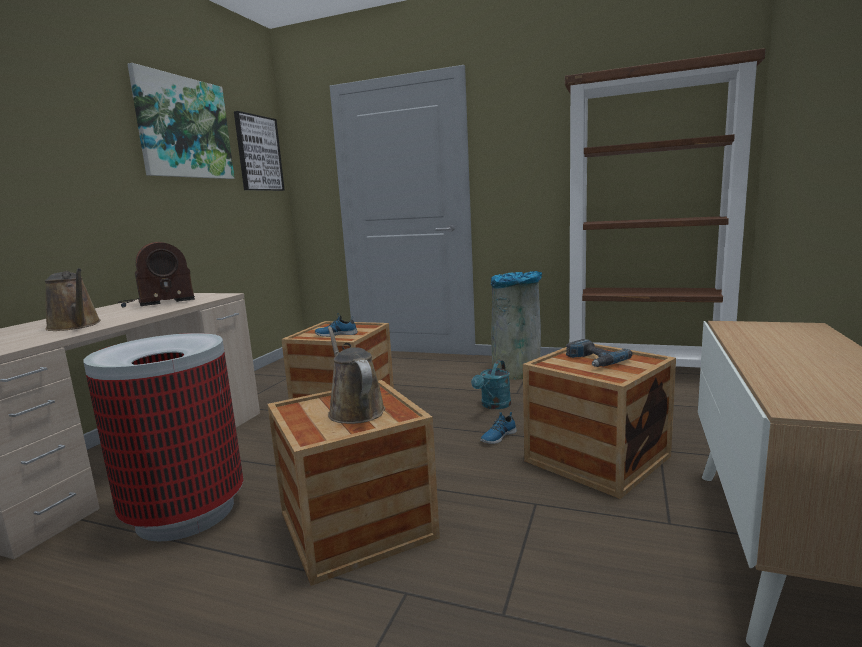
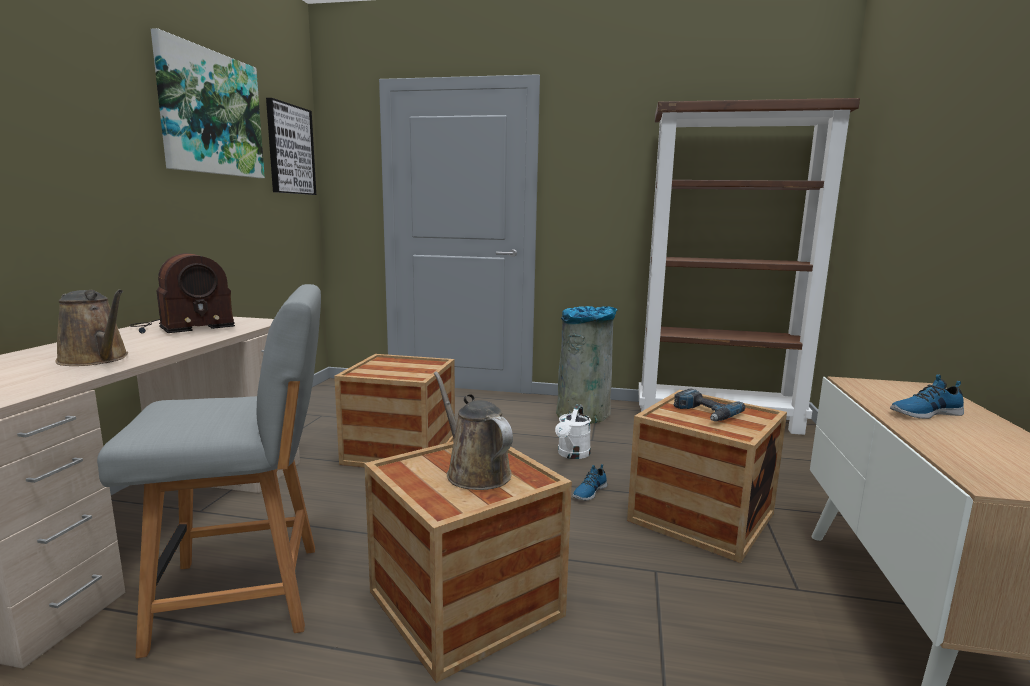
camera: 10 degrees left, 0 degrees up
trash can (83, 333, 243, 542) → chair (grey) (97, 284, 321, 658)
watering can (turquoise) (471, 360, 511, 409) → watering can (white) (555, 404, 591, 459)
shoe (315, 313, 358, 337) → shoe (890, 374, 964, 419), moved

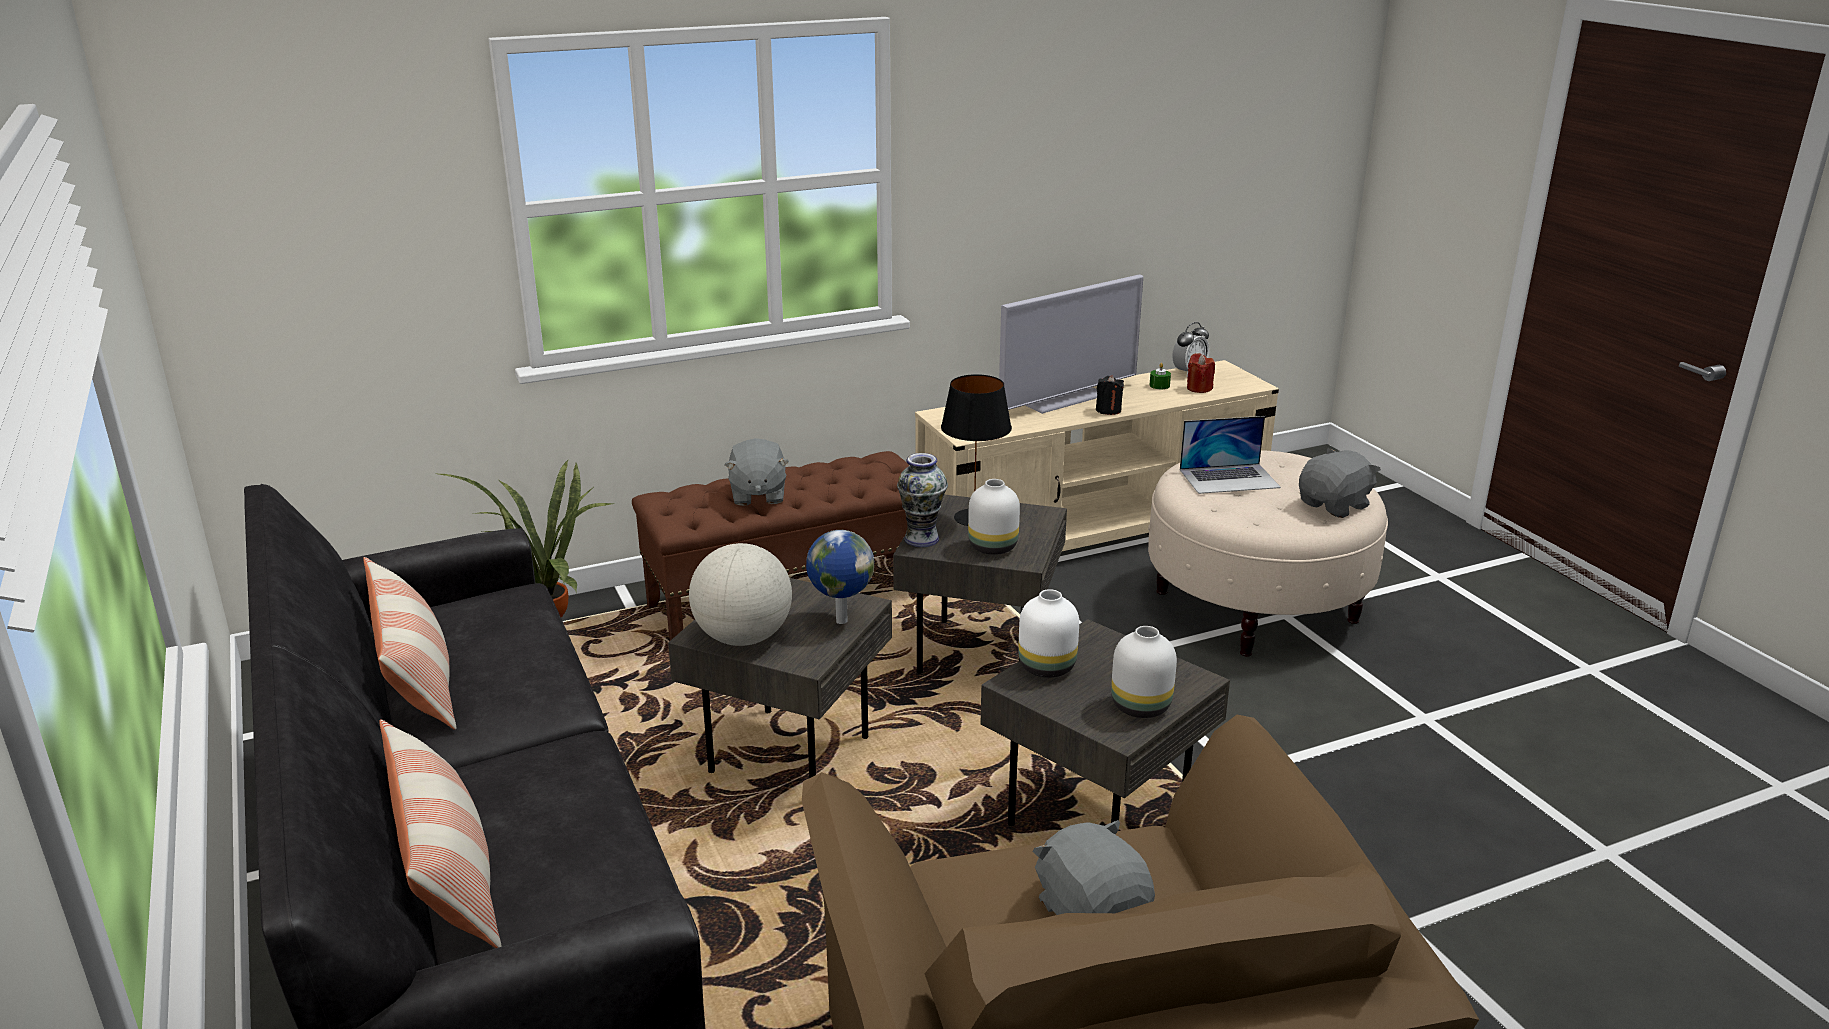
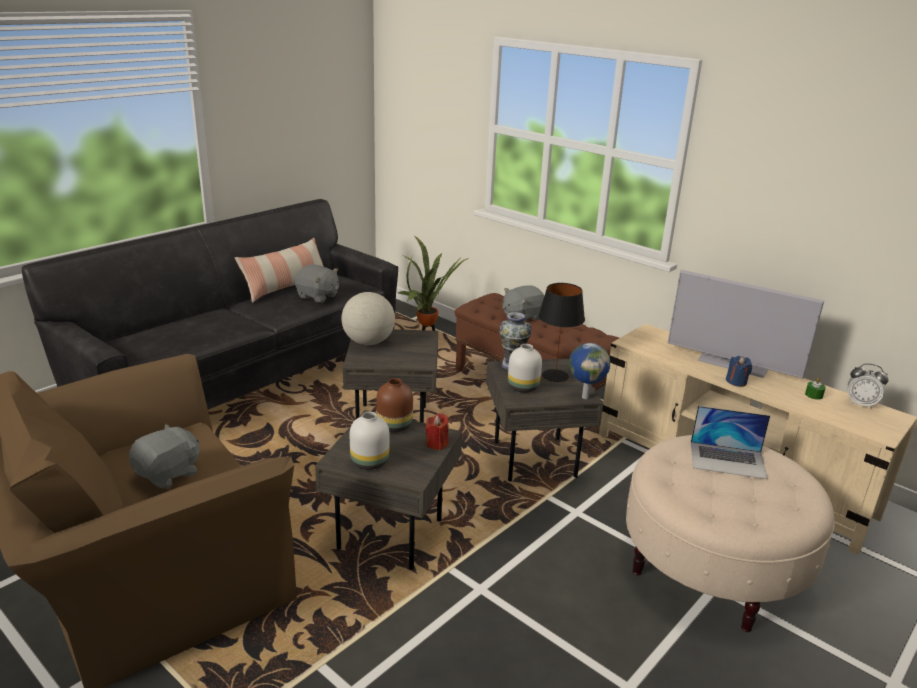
camera: 65 degrees right, 0 degrees up
plush toy (grey) (1299, 448, 1381, 518) → plush toy (grey) (295, 264, 339, 303), moved
vase (white) (1018, 589, 1079, 678) → vase (brown) (376, 378, 413, 432)
candle (red) (1187, 353, 1215, 393) → candle (red) (425, 413, 449, 450), moved
globe (806, 530, 874, 624) → globe (569, 343, 610, 399), moved
laptop (1180, 416, 1281, 494) → laptop (691, 406, 770, 479), 45 degrees counterclockwise
candle (black) (1096, 375, 1124, 415) → candle (blue) (726, 356, 752, 387)
pillow (379, 719, 502, 948) → -

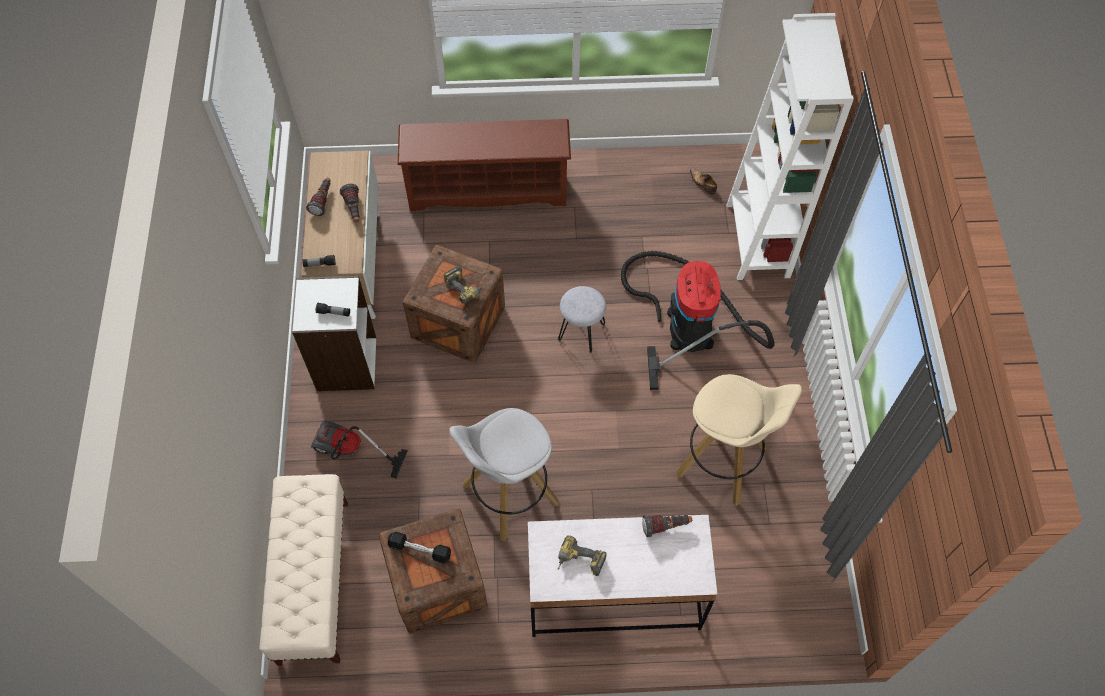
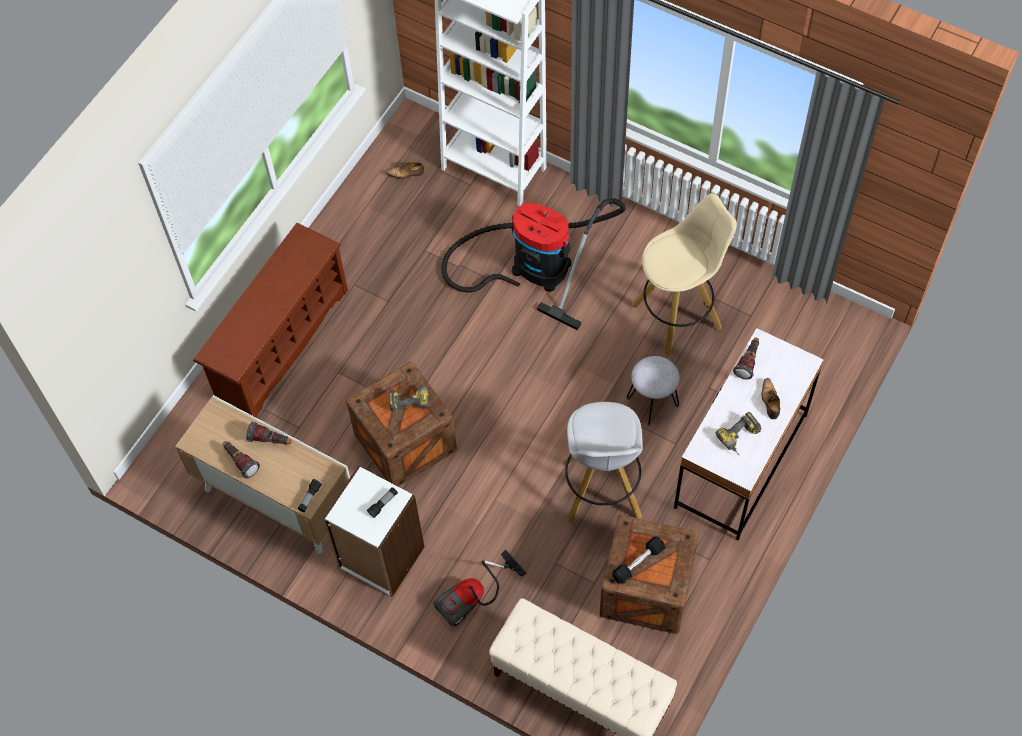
camera: 55 degrees left, 0 degrees up
stool (grey) (558, 286, 606, 353) → stool (grey) (627, 356, 680, 426), moved
- → shoe (761, 378, 780, 419)

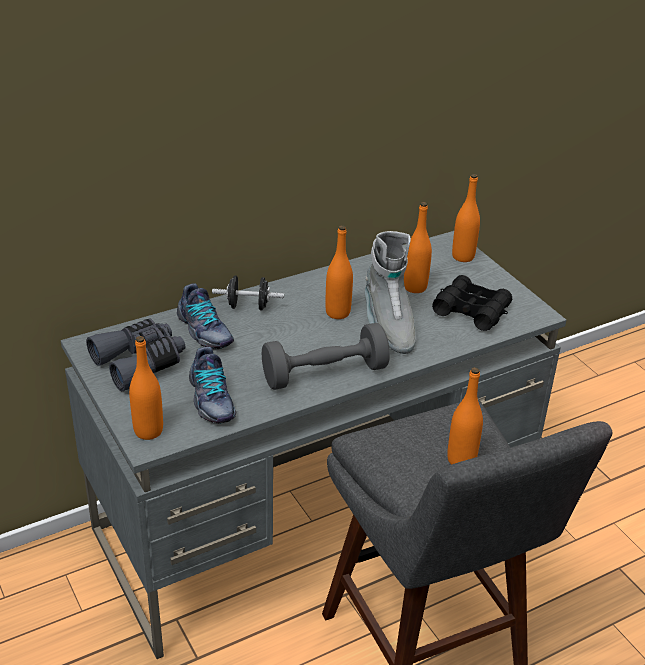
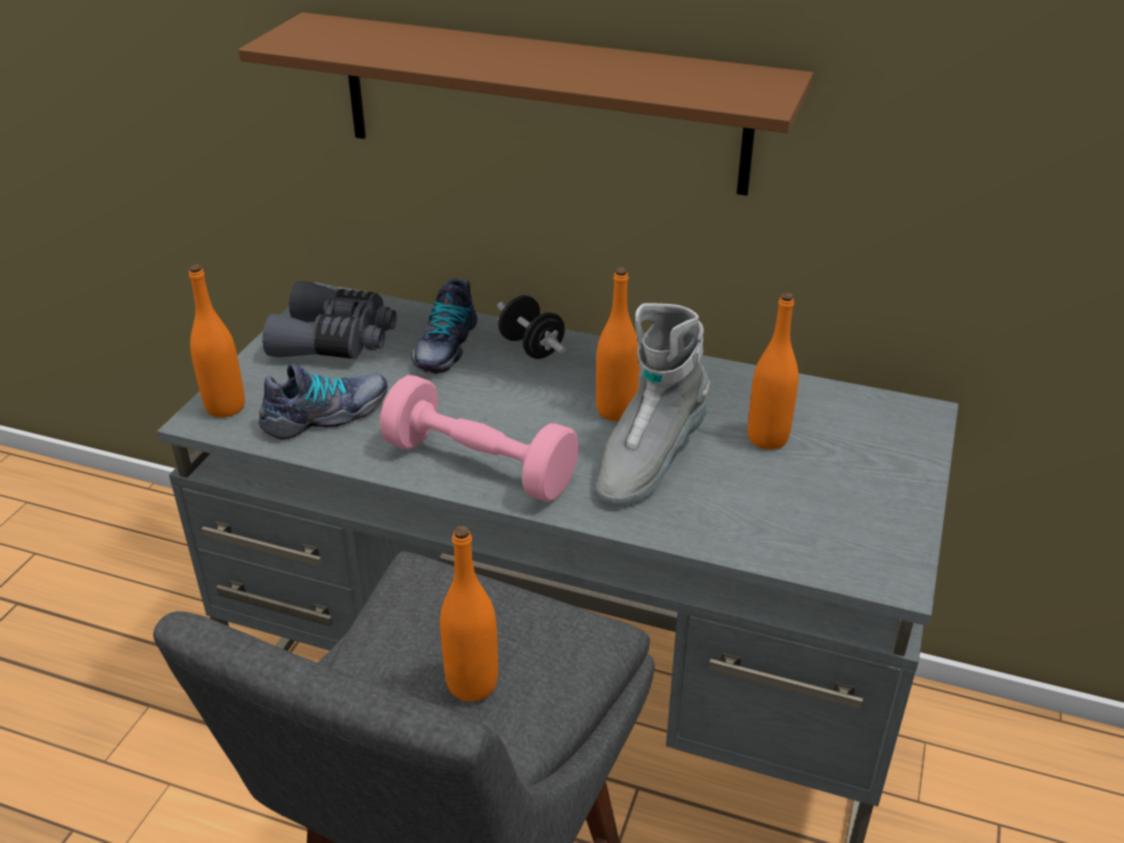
camera: 50 degrees right, 0 degrees up
- → shelf (brown) (238, 12, 814, 196)
shoe (189, 347, 236, 424) → shoe (259, 363, 387, 440), 150 degrees counterclockwise
dumbbell (grey) (262, 323, 390, 390) → dumbbell (pink) (380, 375, 579, 502)
binoculars (black) (432, 275, 512, 331) → -
bottle (orange) (452, 174, 480, 262) → -

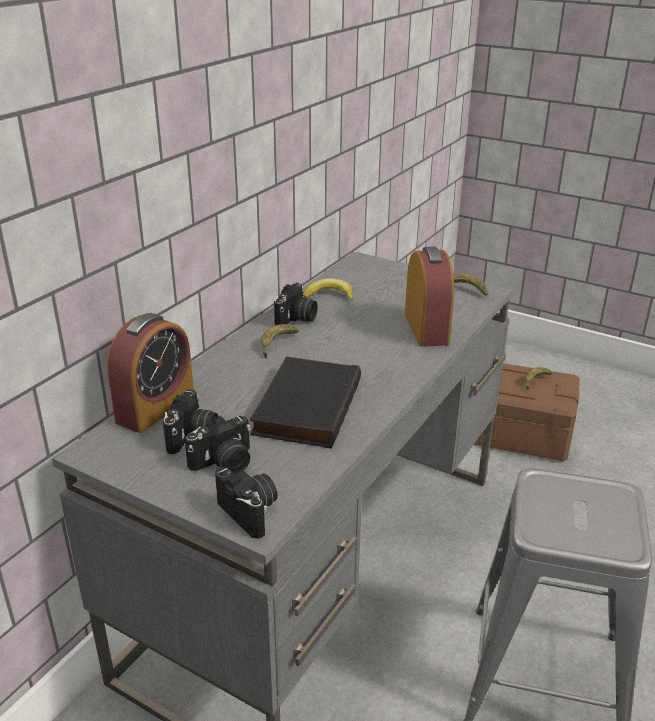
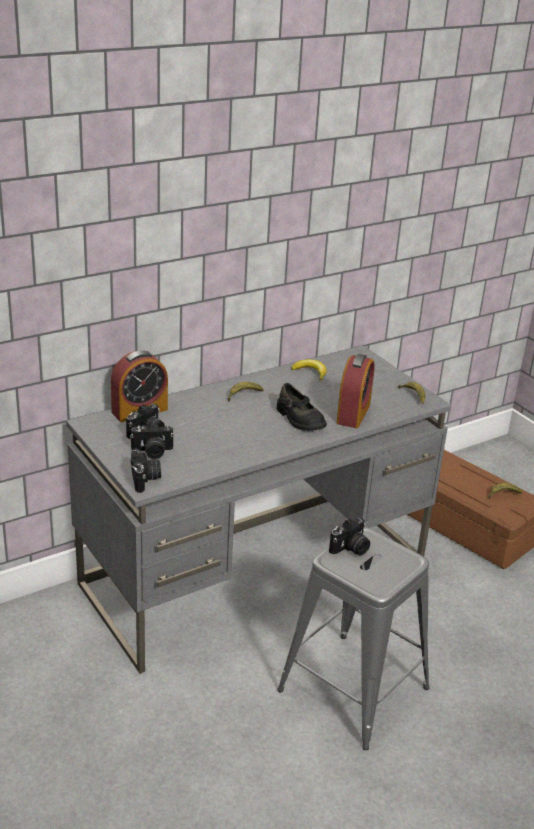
camera: 25 degrees right, 0 degrees up
- → shoe (black) (277, 383, 327, 431)
photo camera (274, 283, 317, 325) → photo camera (329, 518, 370, 556), moved
book (black) (250, 356, 361, 448) → -

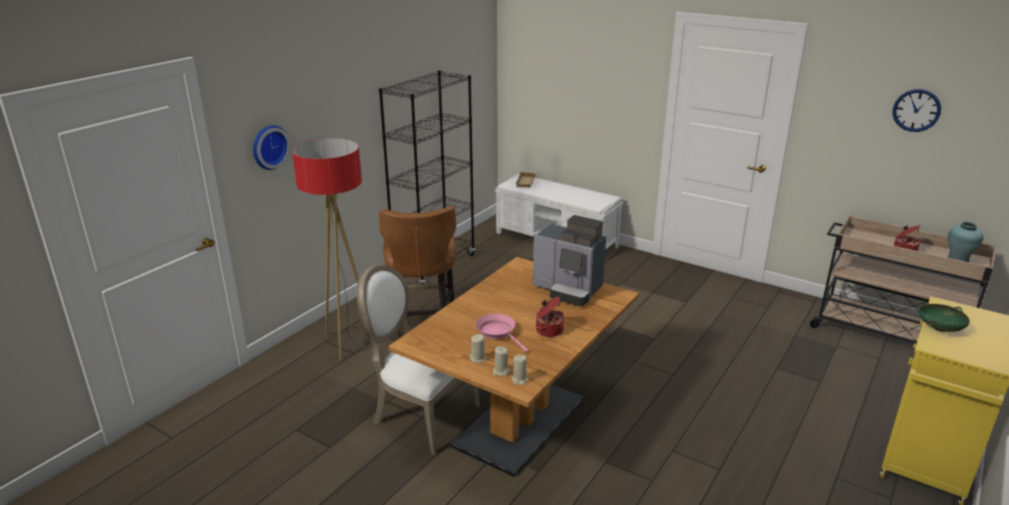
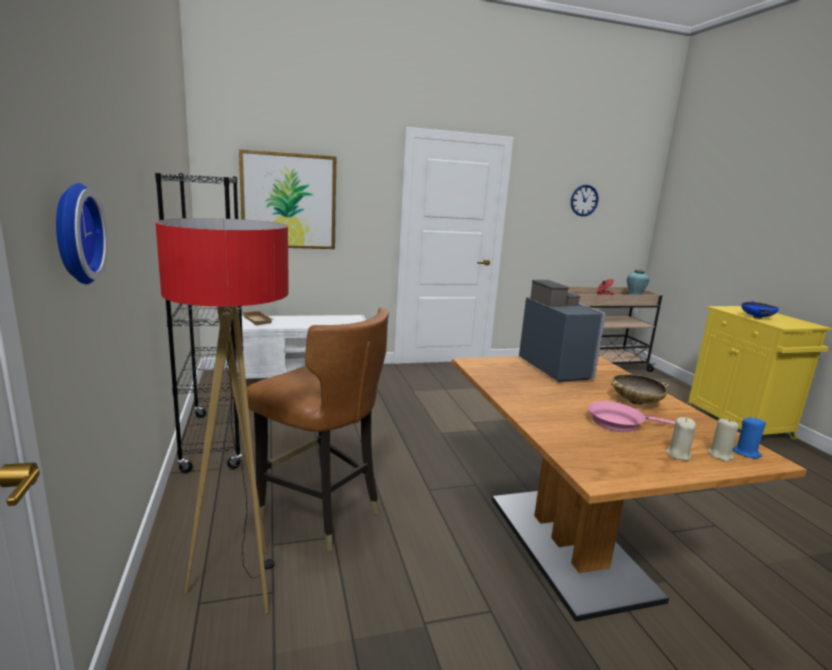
camera: 50 degrees left, 10 degrees down
- → picture (239, 149, 336, 249)
coffee machine (533, 215, 606, 306) → coffee machine (519, 280, 606, 382), 90 degrees counterclockwise
cooking pot (535, 297, 564, 337) → bowl (beige) (611, 374, 669, 405)
candle (beige) (512, 354, 529, 385) → candle (blue) (733, 417, 766, 459)
bowl (green) (919, 304, 970, 332) → bowl (blue) (741, 301, 779, 319)
chair (white) (357, 265, 480, 455) → -

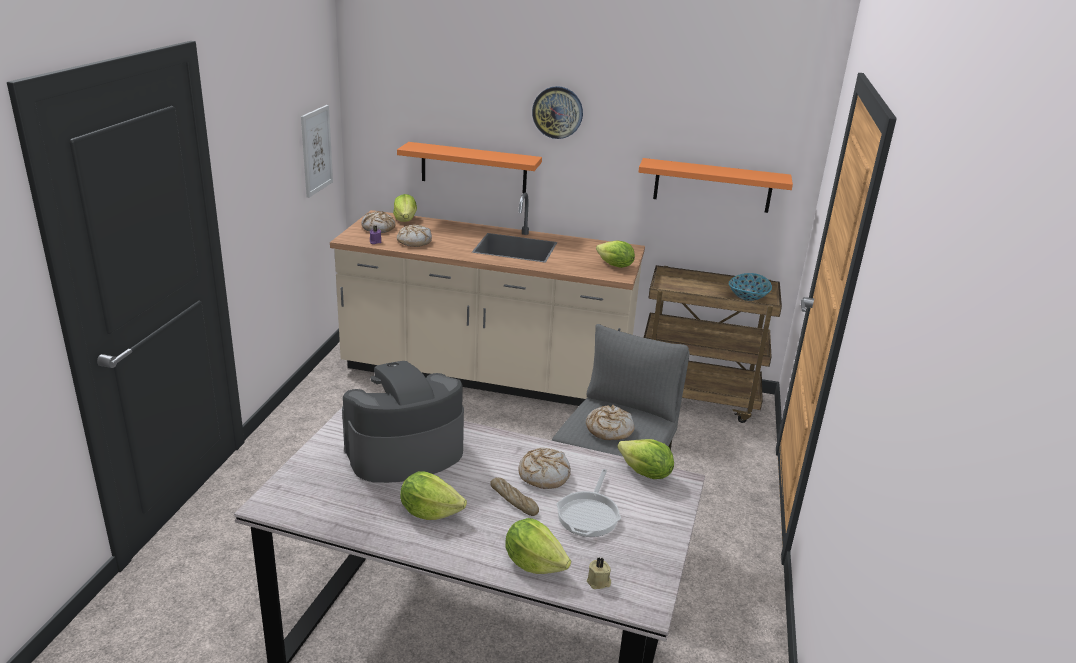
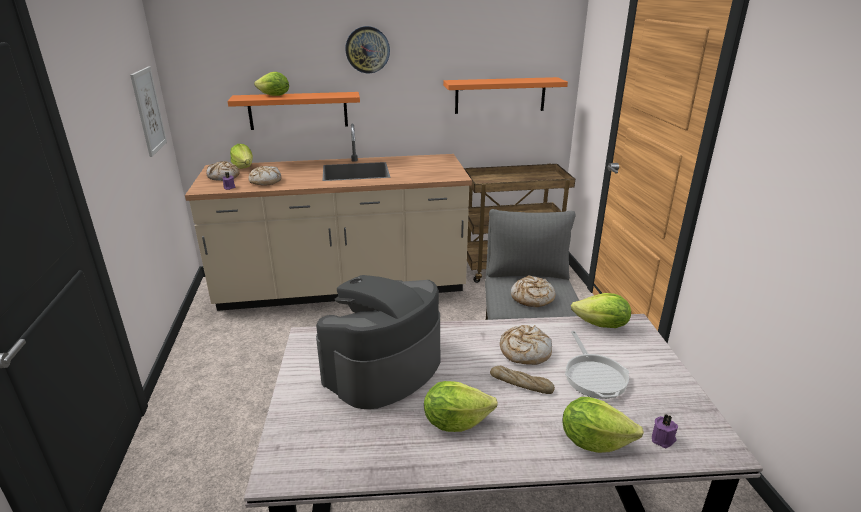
camera: 20 degrees left, 0 degrees up
lettuce (596, 240, 635, 268) → lettuce (254, 72, 289, 96), moved
candle (beige) (587, 558, 611, 589) → candle (purple) (652, 415, 678, 448)
bowl (729, 273, 772, 301) → -

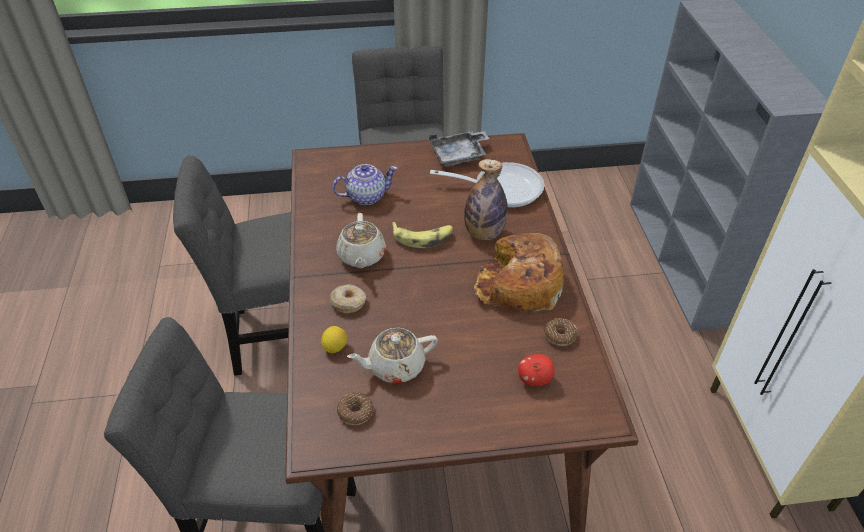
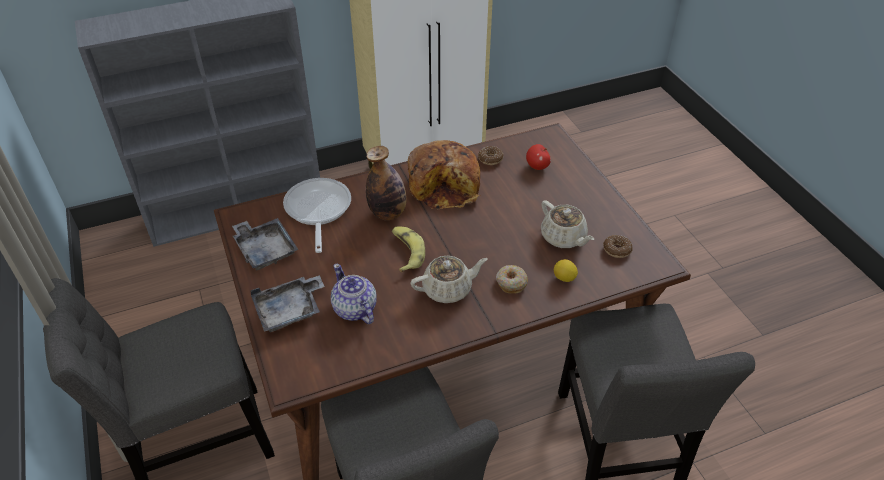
camera: 105 degrees left, 0 degrees up
- → tray (grey) (251, 275, 325, 332)

